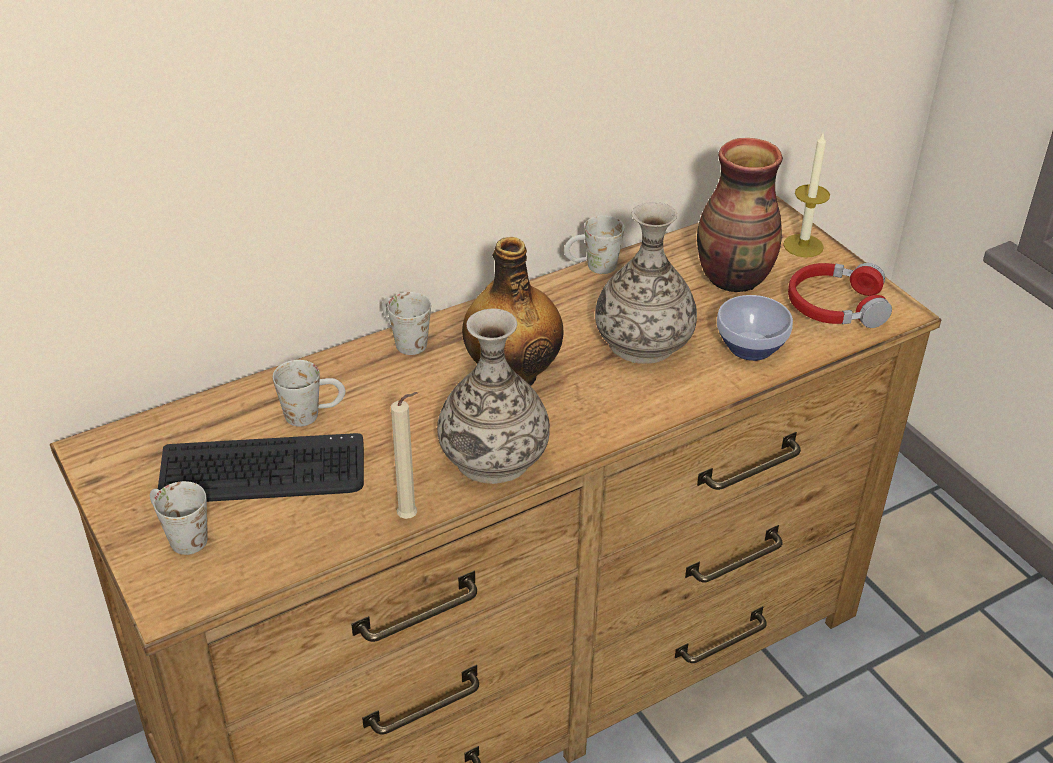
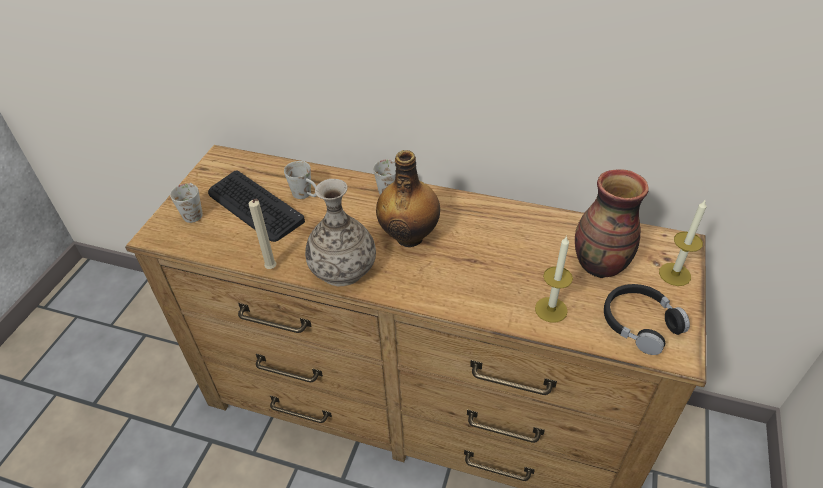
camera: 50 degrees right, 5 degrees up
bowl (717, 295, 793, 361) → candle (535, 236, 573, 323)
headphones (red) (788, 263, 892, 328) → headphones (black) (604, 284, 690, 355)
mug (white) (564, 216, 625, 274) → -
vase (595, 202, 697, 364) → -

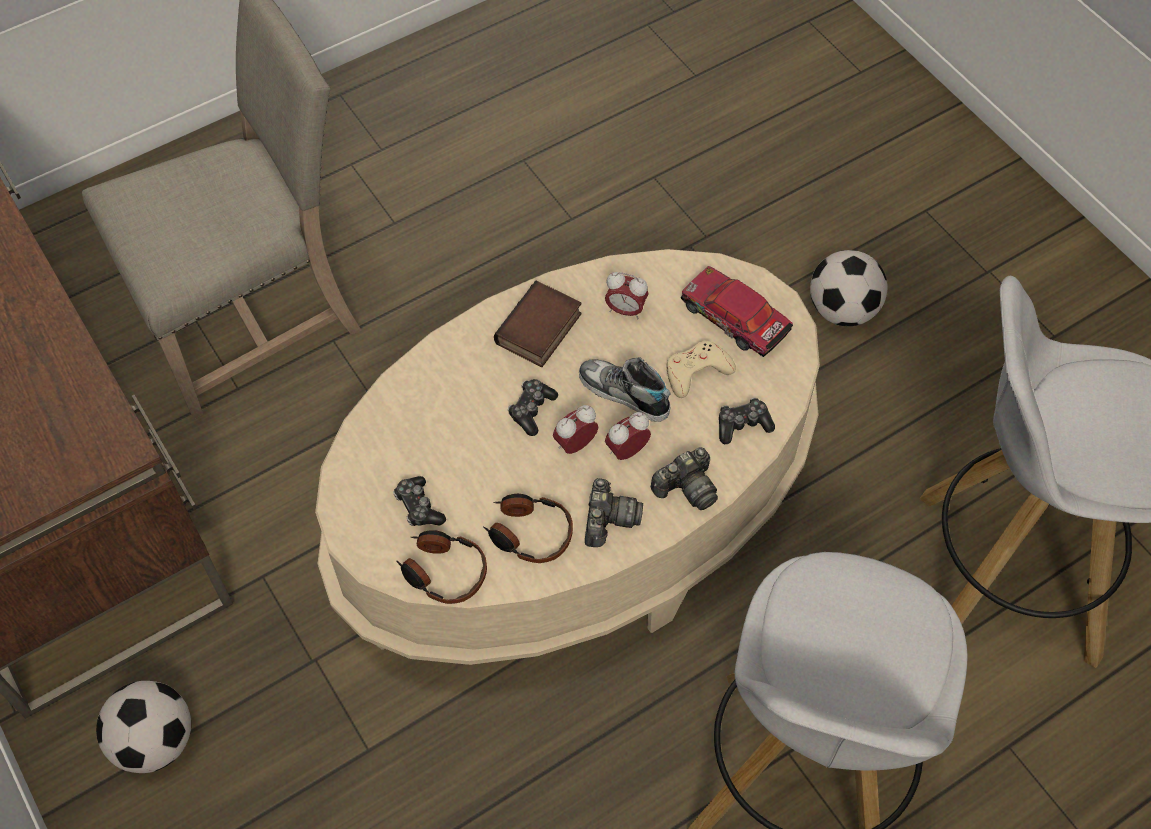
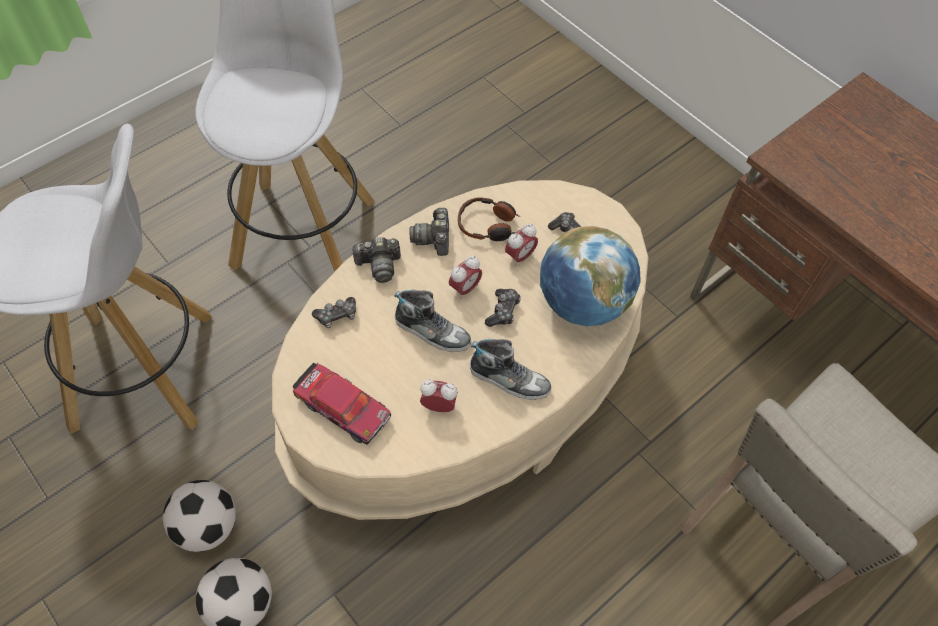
camera: 170 degrees right, 0 degrees up
football (96, 681, 191, 773) → football (163, 480, 236, 552), moved
photo camera (651, 447, 718, 510) → photo camera (351, 237, 401, 283), 150 degrees counterclockwise
book (494, 280, 582, 367) → shoe (470, 339, 551, 400)
alarm clock (605, 412, 651, 460) → alarm clock (505, 224, 538, 266), moved
- → globe (540, 226, 641, 326)
headphones (397, 530, 487, 604) → -
game controller (beige) (666, 341, 736, 398) → -

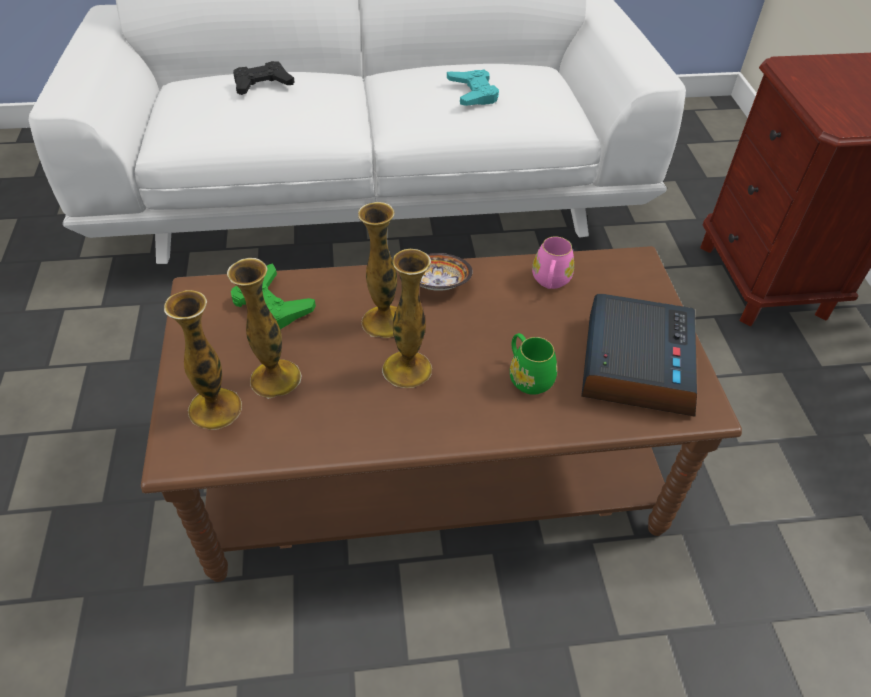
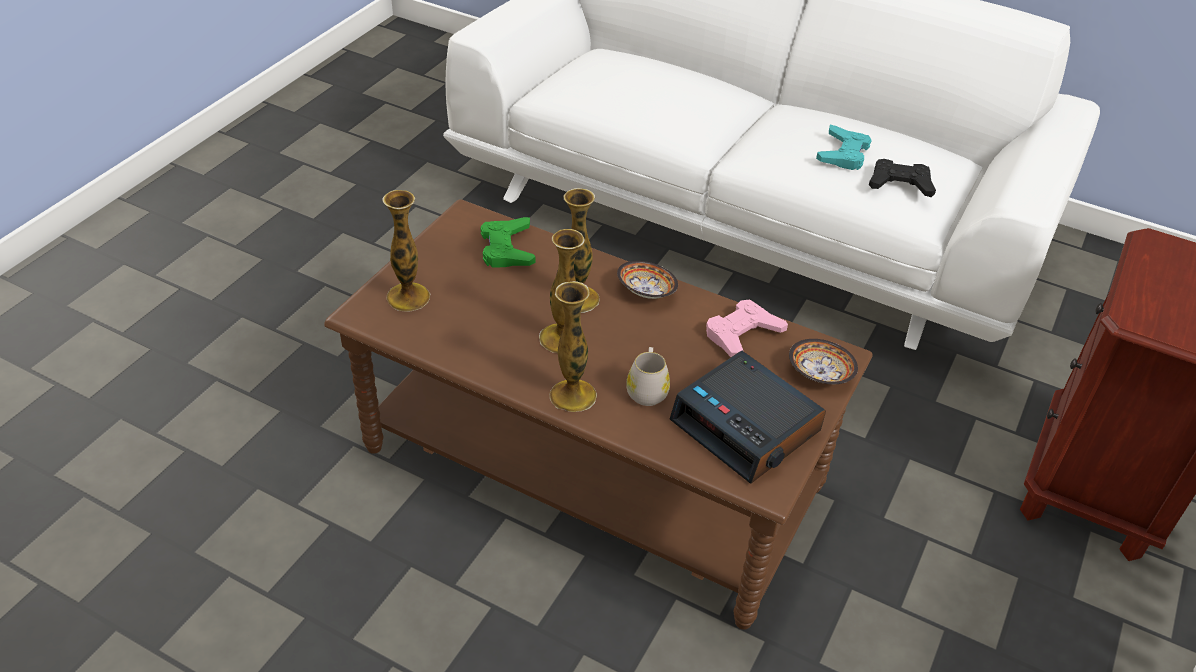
camera: 35 degrees right, 5 degrees down
vase (227, 258, 301, 399) → vase (550, 281, 597, 412), moved
mug (green) (510, 333, 557, 395) → mug (white) (626, 347, 670, 406)
alarm clock (581, 294, 697, 417) → alarm clock (670, 351, 826, 484), 90 degrees clockwise
mug (pink) (532, 236, 574, 289) → game controller (pink) (706, 299, 788, 357)
- → bowl (789, 339, 858, 384)
game controller (black) (233, 61, 295, 95) → game controller (black) (869, 159, 936, 197), moved

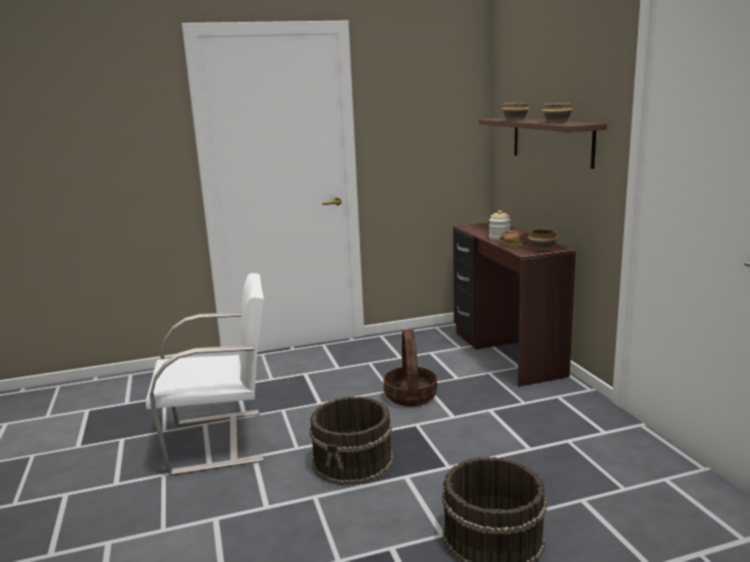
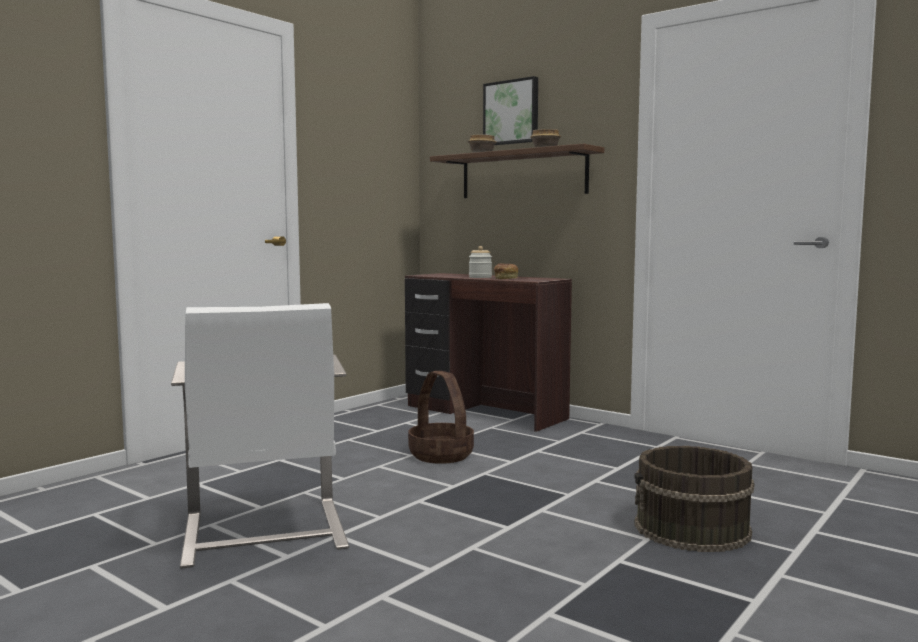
camera: 35 degrees left, 10 degrees down
chair (white) (146, 273, 264, 475) → chair (white) (171, 303, 349, 569), 120 degrees clockwise
- → picture (483, 76, 538, 145)
bucket (brown) (309, 396, 393, 486) → -
bowl (528, 229, 558, 250) → -

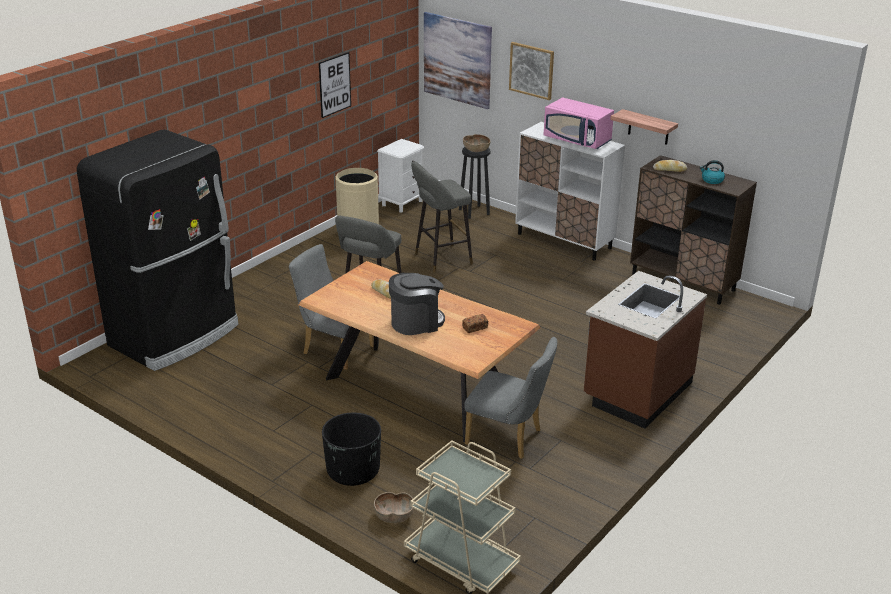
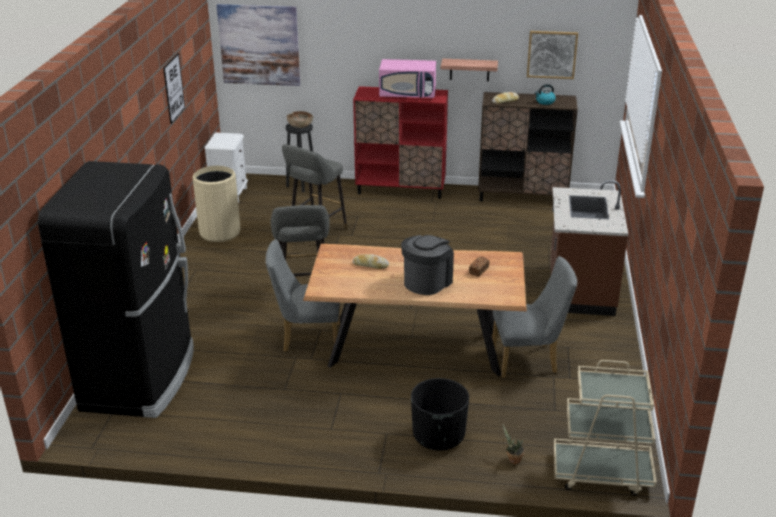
camera: 30 degrees left, 0 degrees up
cabinet (white) (515, 122, 625, 261) → cabinet (red) (353, 86, 448, 199)
bowl (brown) (374, 492, 414, 523) → potted plant (503, 425, 525, 464)
picture (509, 42, 554, 100) → picture (527, 31, 578, 79), moved

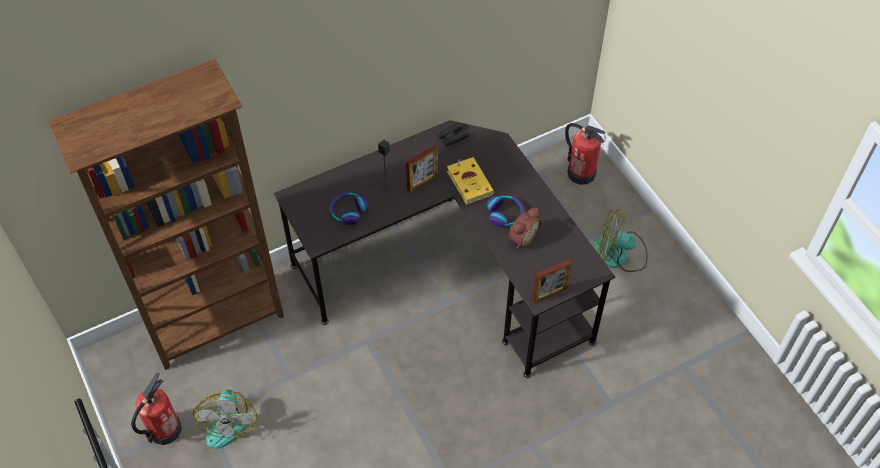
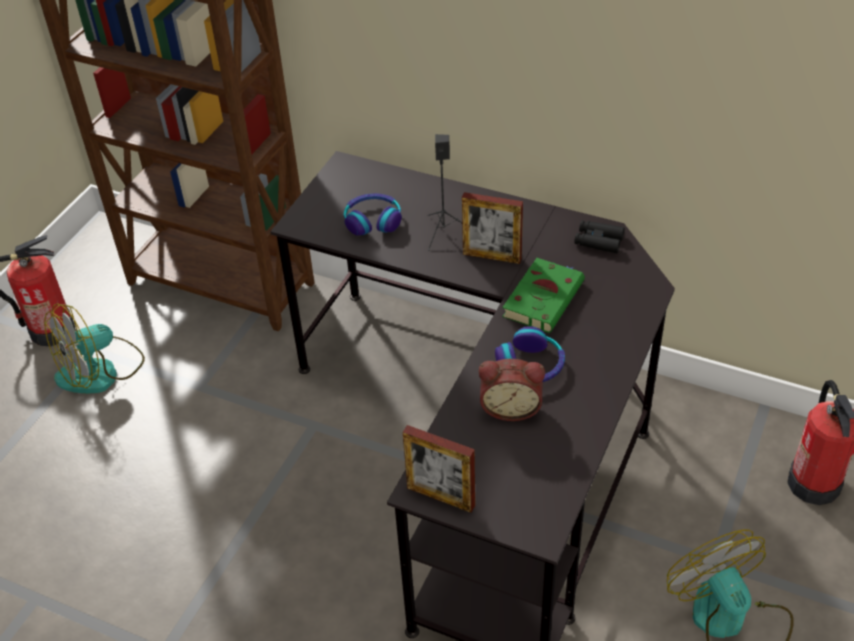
camera: 55 degrees right, 10 degrees down
book (yellow) (447, 157, 494, 205) → book (green) (502, 258, 585, 333)

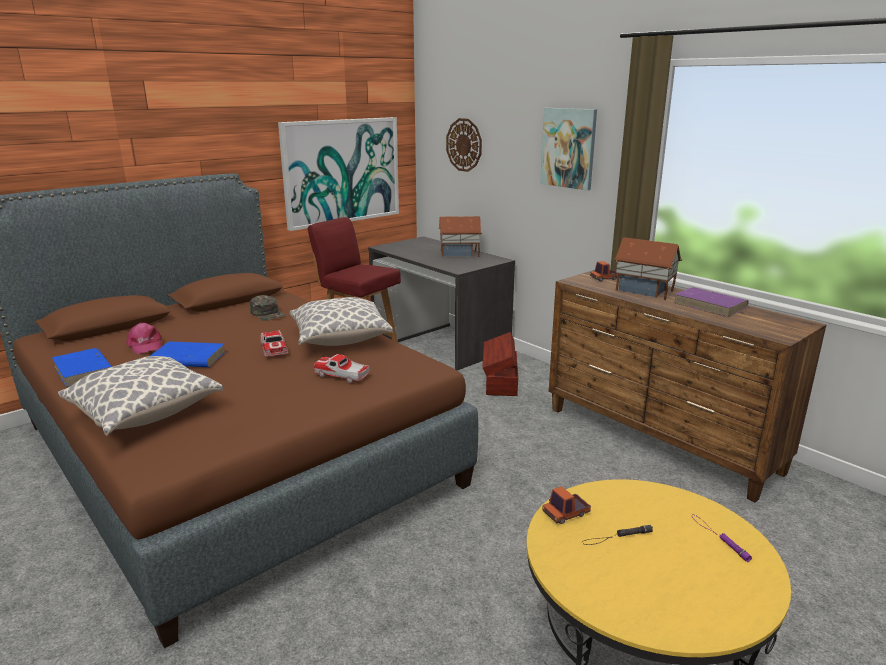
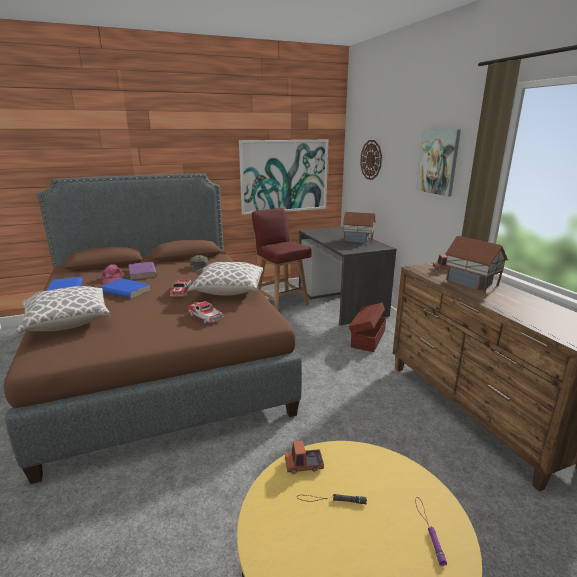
camera: 20 degrees right, 0 degrees up
book (purple) (673, 287, 749, 317) → book (purple) (129, 262, 157, 280), moved

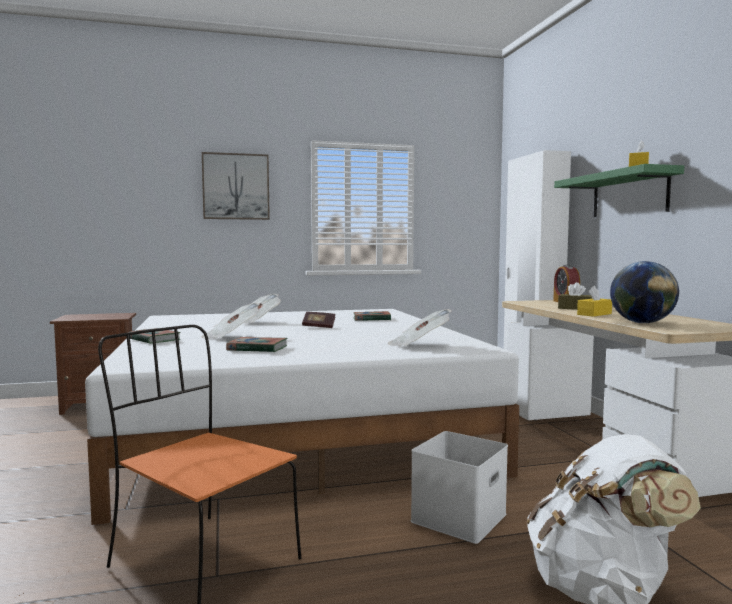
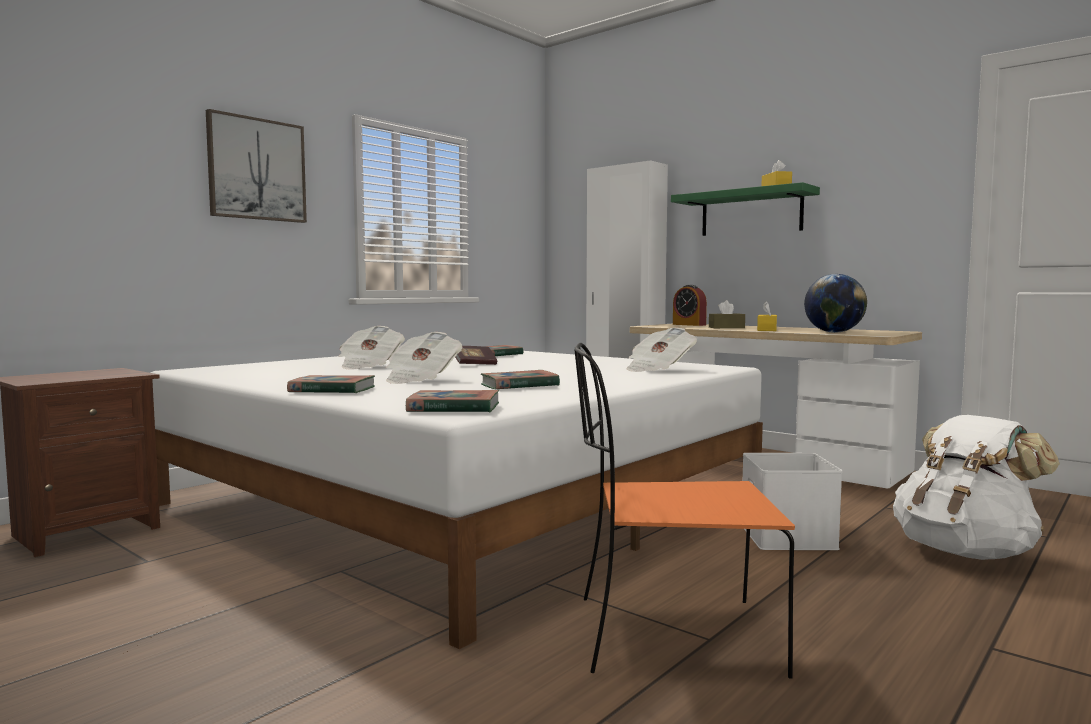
camera: 35 degrees left, 0 degrees up
- → book (406, 390, 499, 412)

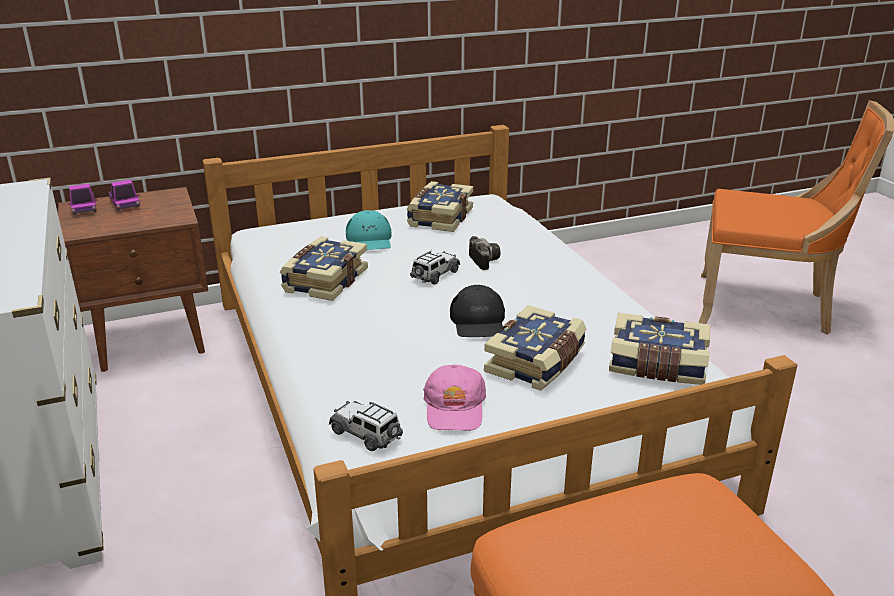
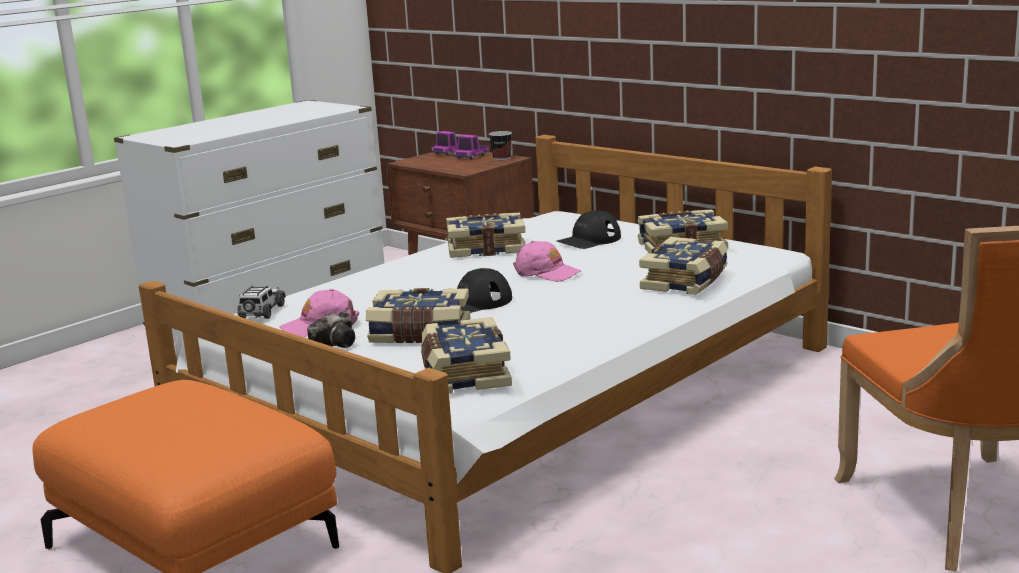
camera: 65 degrees right, 10 degrees down
photo camera (469, 236, 501, 270) → photo camera (307, 311, 355, 348), moved
- → cup (489, 131, 512, 161)
toy car (410, 251, 460, 284) → cap (pink) (513, 241, 582, 282)
cap (turquoise) (346, 210, 392, 250) → cap (black) (557, 210, 621, 249)
- → book (639, 237, 728, 295)

